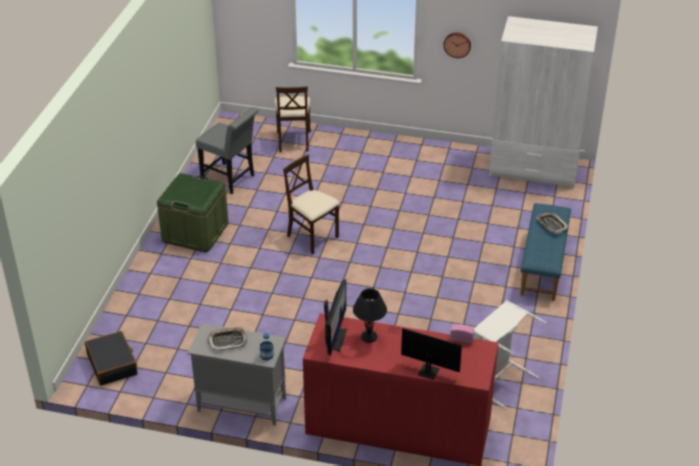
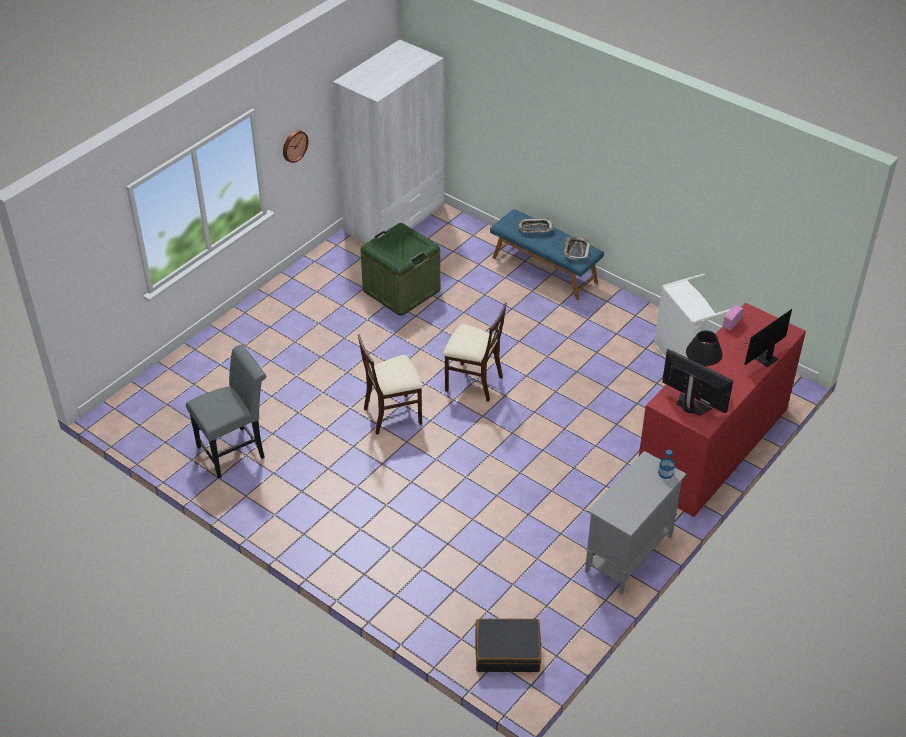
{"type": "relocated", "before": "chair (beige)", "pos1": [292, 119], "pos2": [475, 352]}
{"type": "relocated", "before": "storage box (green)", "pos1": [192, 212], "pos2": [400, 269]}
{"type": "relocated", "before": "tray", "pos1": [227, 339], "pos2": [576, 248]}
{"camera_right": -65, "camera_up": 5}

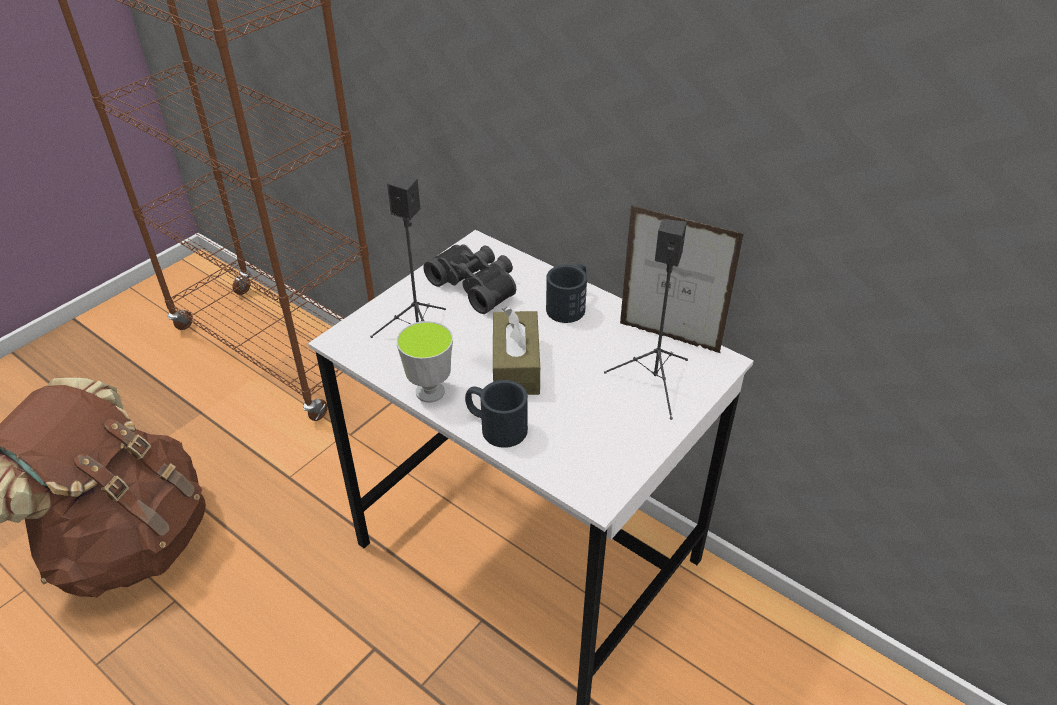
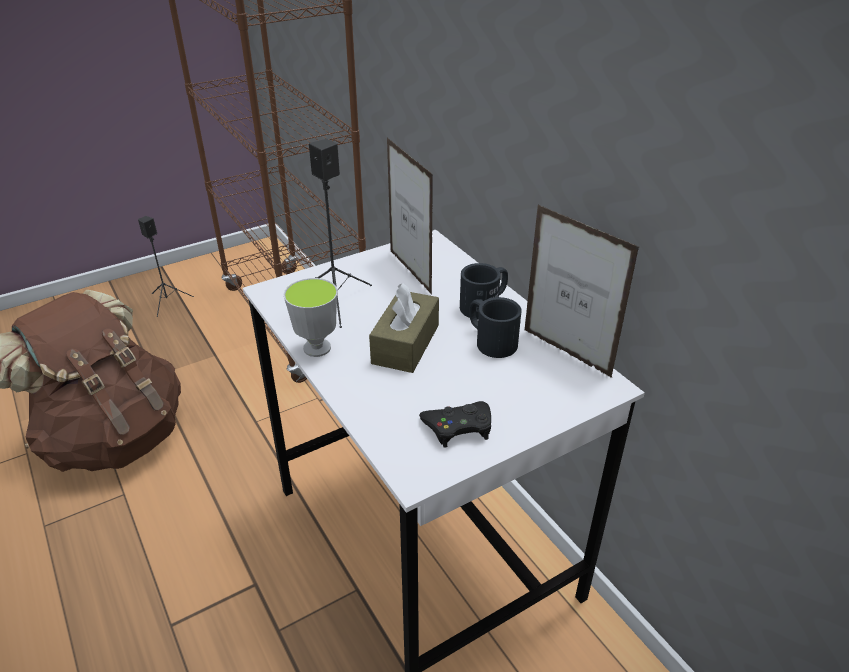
{"type": "relocated", "before": "speaker (black)", "pos1": [646, 319], "pos2": [166, 266]}
{"type": "exchanged", "before": "binoculars (black)", "after": "picture frame", "pos1": [469, 279], "pos2": [410, 216]}
{"type": "relocated", "before": "mug (black)", "pos1": [496, 414], "pos2": [495, 327]}
{"type": "appeared", "after": "game controller (black)", "pos2": [455, 424]}
{"camera_right": 20, "camera_up": -5}

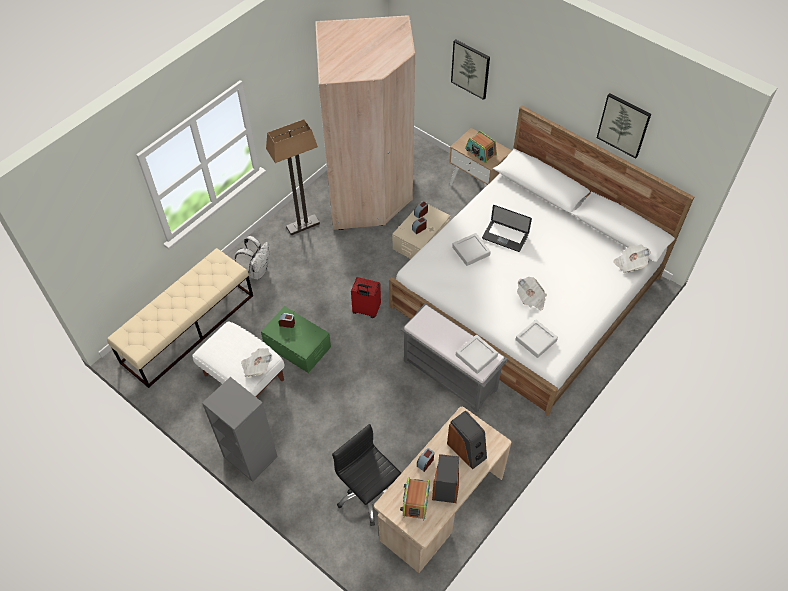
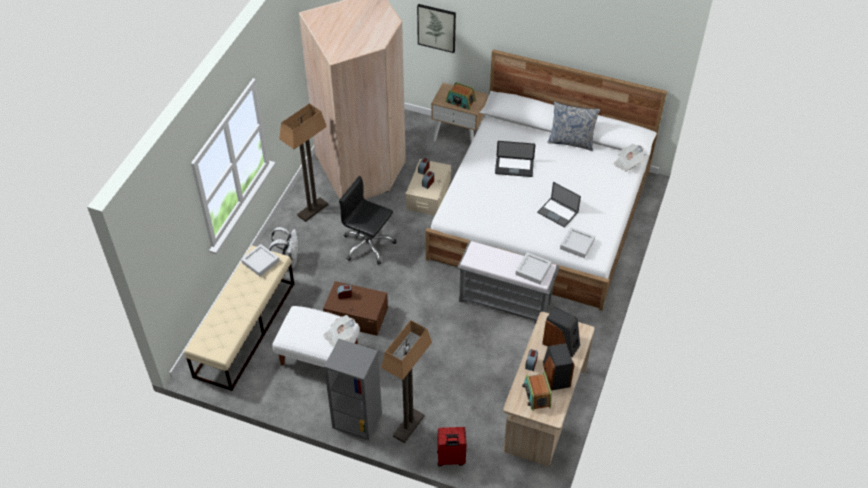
{"type": "missing", "before": "picture", "pos1": [624, 126]}
{"type": "relocated", "before": "tray (grey)", "pos1": [471, 249], "pos2": [260, 260]}
{"type": "relocated", "before": "suitcase (red)", "pos1": [366, 297], "pos2": [451, 447]}
{"type": "exchanged", "before": "newspaper", "after": "laptop", "pos1": [532, 293], "pos2": [559, 205]}
{"type": "colour", "before": "storage box (green)", "after": "storage box (brown)", "pos1": [296, 339], "pos2": [355, 308]}
{"type": "relocated", "before": "office chair (black)", "pos1": [366, 475], "pos2": [367, 220]}
{"type": "appeared", "after": "pillow", "pos2": [573, 126]}
{"type": "appeared", "after": "floor lamp", "pos2": [406, 381]}
{"camera_right": -20, "camera_up": -5}

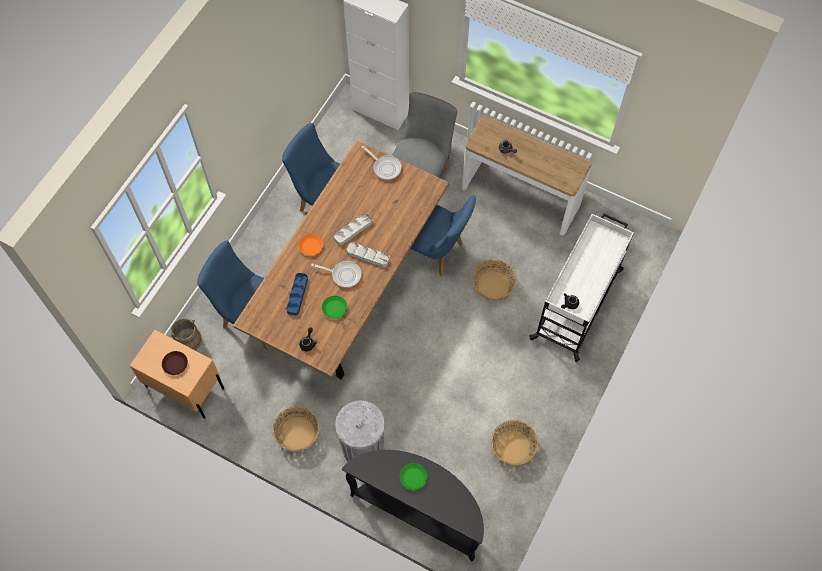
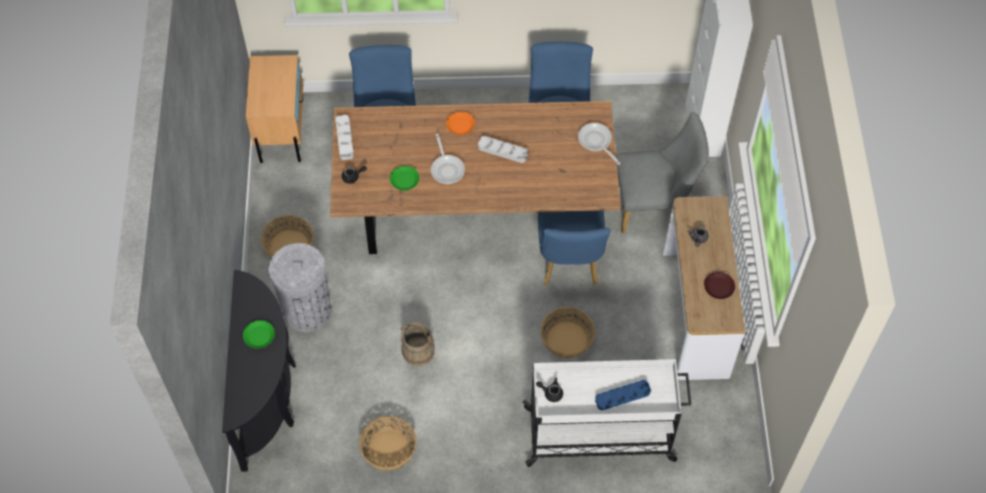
{"type": "spun", "before": "frying pan", "pos1": [381, 163], "pos2": [599, 144], "turn": 135}
{"type": "relocated", "before": "tray (grey)", "pos1": [368, 254], "pos2": [344, 137]}
{"type": "relocated", "before": "tray (blue)", "pos1": [297, 294], "pos2": [623, 395]}
{"type": "relocated", "before": "bucket (beige)", "pos1": [186, 334], "pos2": [417, 344]}
{"type": "relocated", "before": "plate (brown)", "pos1": [175, 363], "pos2": [719, 285]}
{"camera_right": 60, "camera_up": -5}

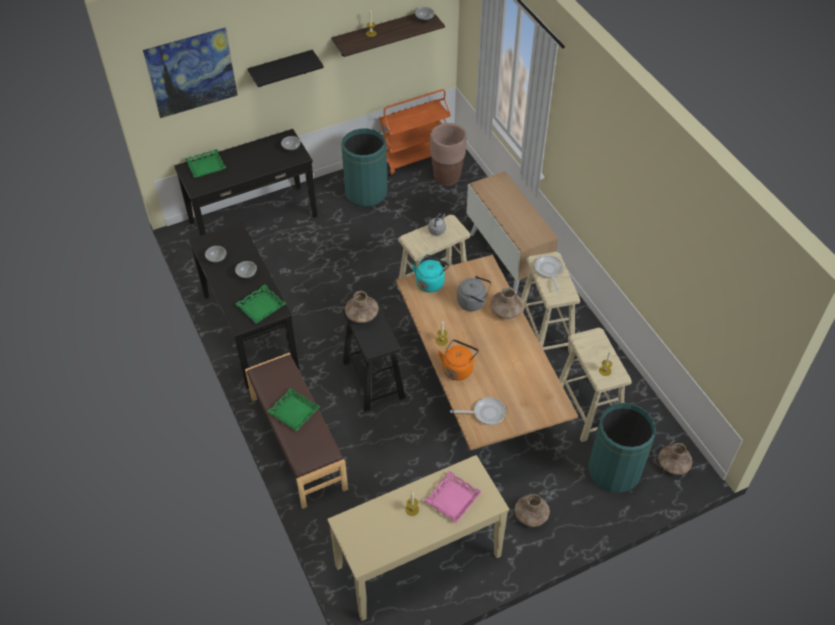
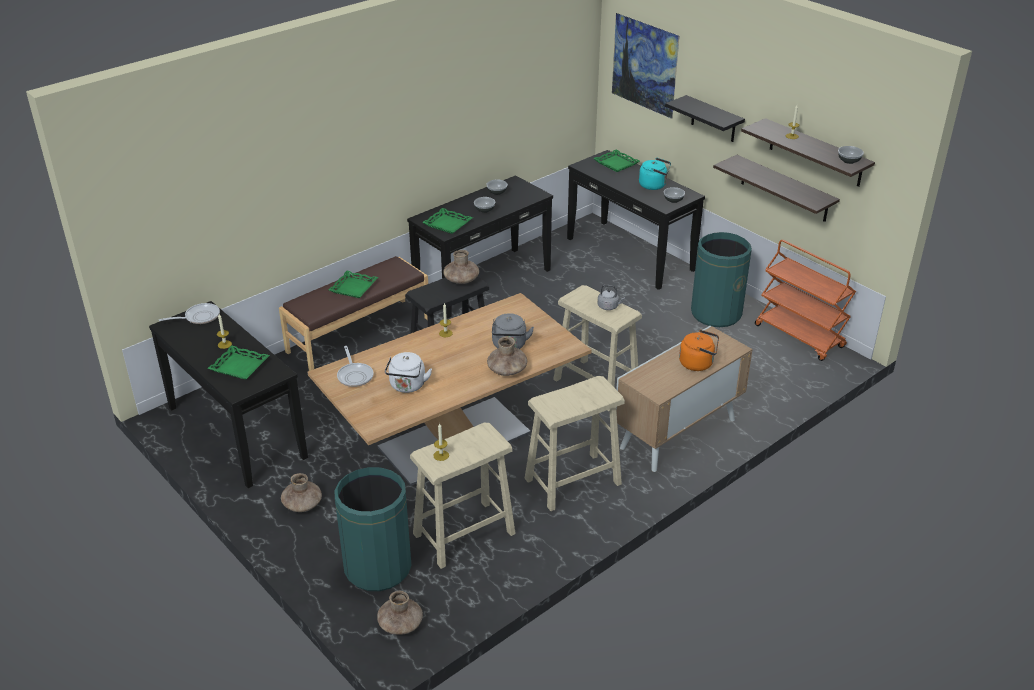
{"type": "missing", "before": "planter (brown)", "pos1": [448, 154]}
{"type": "relocated", "before": "kettle (turquoise)", "pos1": [430, 274], "pos2": [655, 174]}
{"type": "relocated", "before": "frying pan", "pos1": [548, 273], "pos2": [189, 313]}
{"type": "relocated", "before": "kettle (orange)", "pos1": [458, 360], "pos2": [699, 350]}
{"type": "colour", "before": "console table (beige)", "after": "console table (black)", "pos1": [418, 538], "pos2": [228, 394]}
{"type": "colour", "before": "tray (pink)", "after": "tray (green)", "pos1": [453, 497], "pos2": [238, 362]}
{"type": "appeared", "after": "shelf", "pos2": [776, 188]}
{"type": "appeared", "after": "kettle (white)", "pos2": [408, 372]}
{"camera_right": 75, "camera_up": -15}

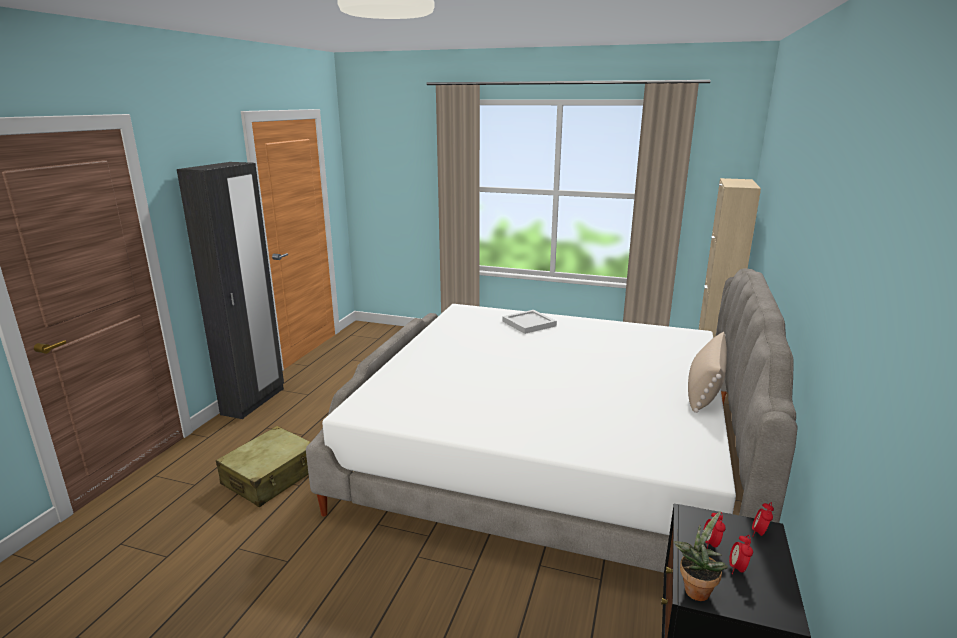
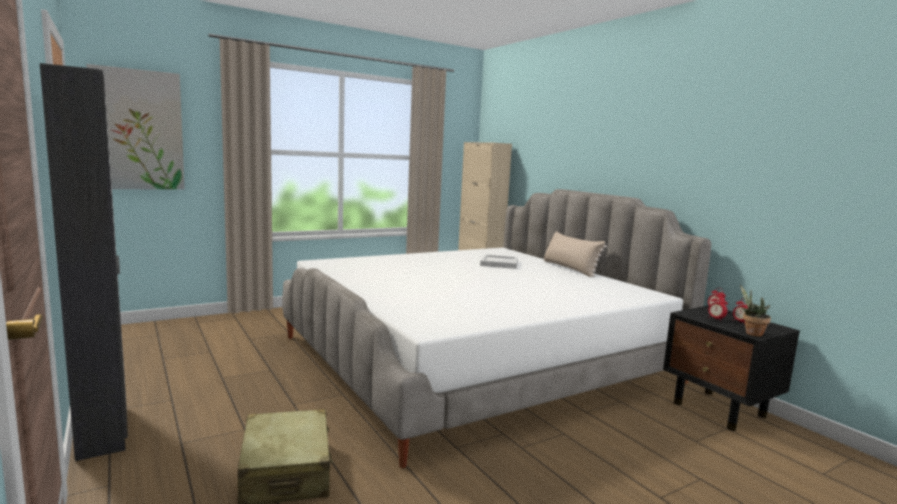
{"type": "relocated", "before": "tray (white)", "pos1": [529, 322], "pos2": [499, 261]}
{"type": "appeared", "after": "picture", "pos2": [136, 127]}
{"camera_right": -50, "camera_up": -10}

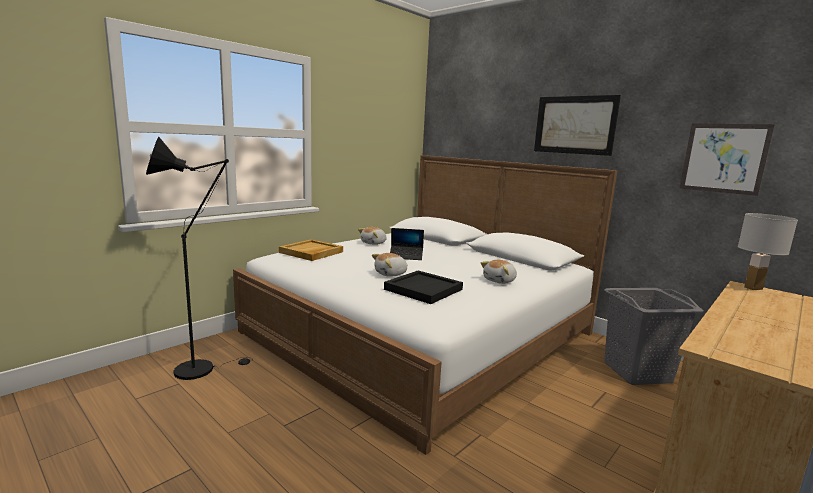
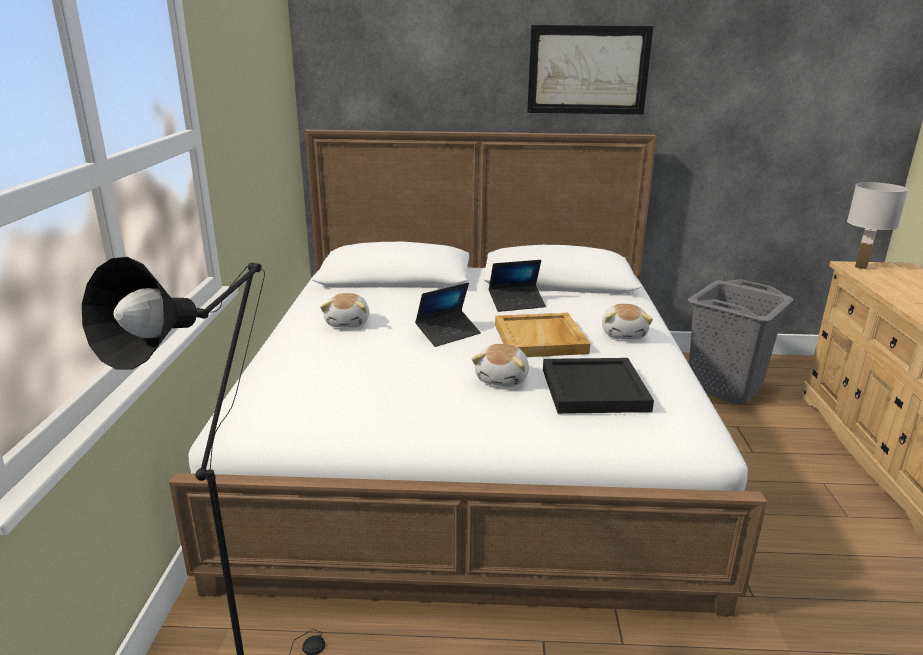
{"type": "missing", "before": "picture", "pos1": [727, 160]}
{"type": "relocated", "before": "tray (beige)", "pos1": [311, 250], "pos2": [542, 335]}
{"type": "appeared", "after": "laptop", "pos2": [517, 286]}
{"camera_right": -40, "camera_up": 10}

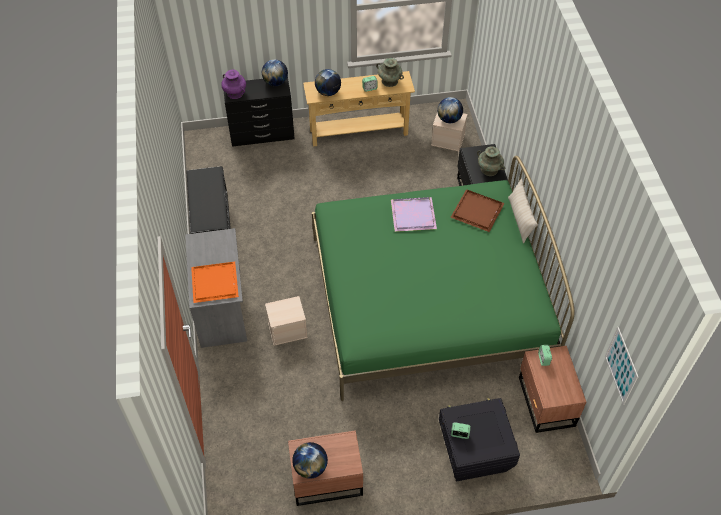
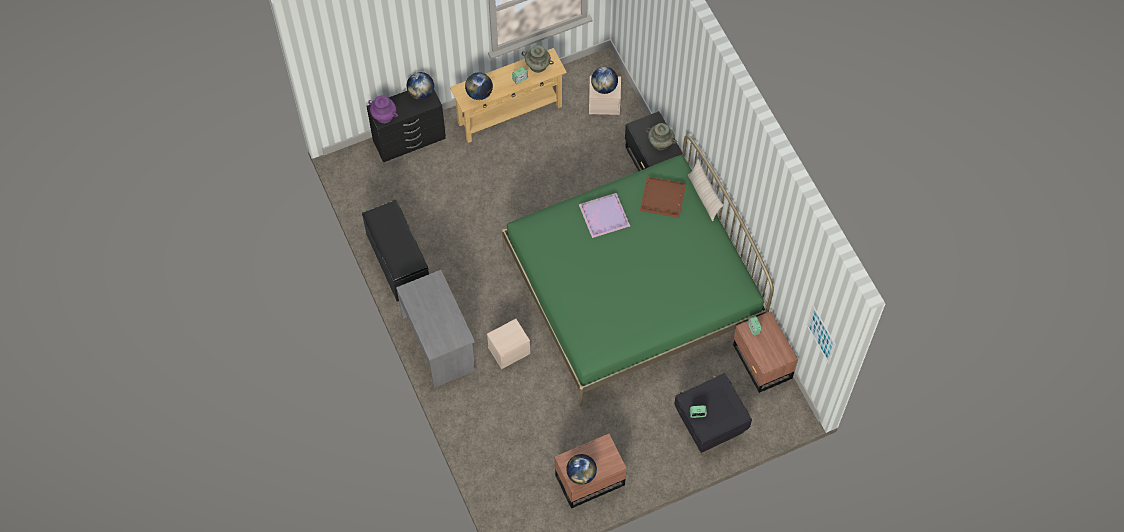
{"type": "missing", "before": "tray (orange)", "pos1": [215, 282]}
{"camera_right": -15, "camera_up": 10}

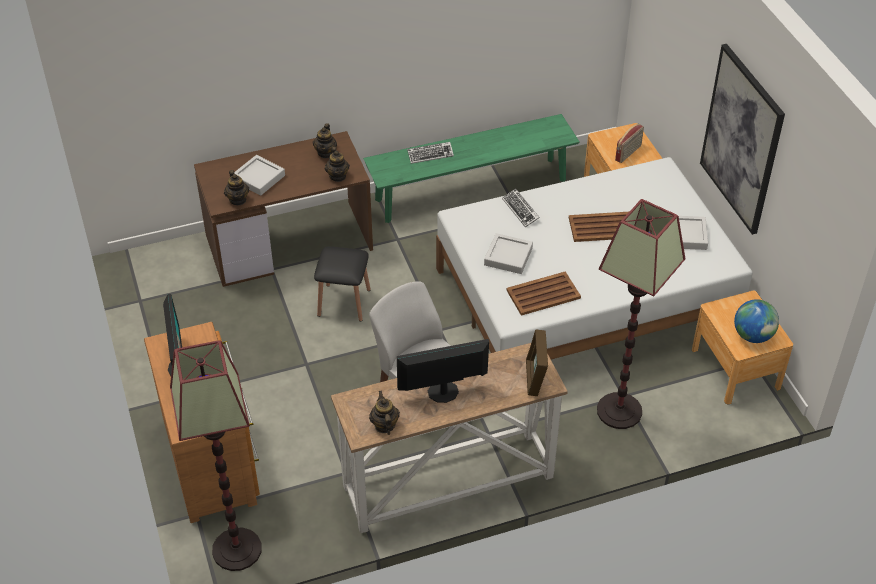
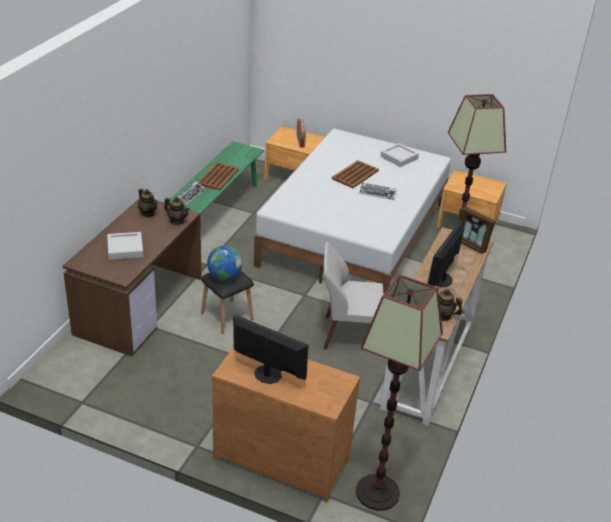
{"type": "missing", "before": "picture", "pos1": [742, 139]}
{"type": "missing", "before": "teapot", "pos1": [236, 187]}
{"type": "relocated", "before": "keyboard", "pos1": [521, 208], "pos2": [378, 191]}
{"type": "missing", "before": "tray (grey)", "pos1": [508, 253]}
{"type": "relocated", "before": "tray (brown)", "pos1": [543, 293], "pos2": [218, 176]}
{"type": "relocated", "before": "globe", "pos1": [756, 321], "pos2": [224, 263]}
{"camera_right": -50, "camera_up": -10}

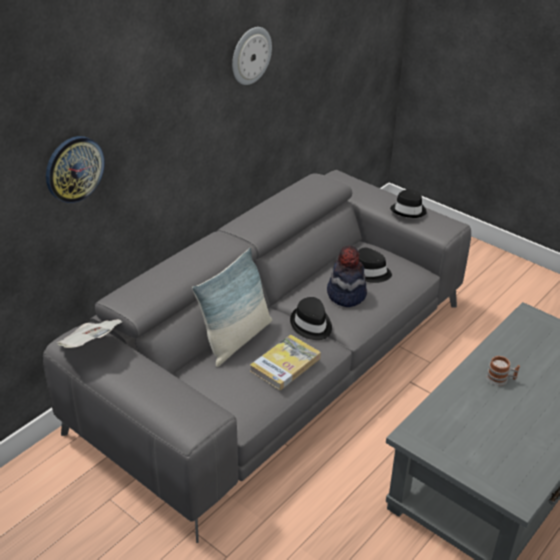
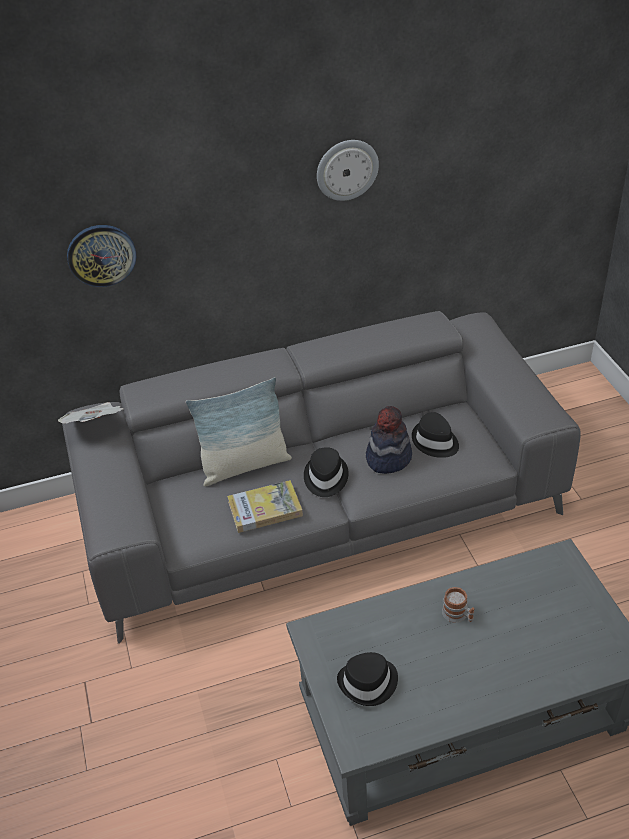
{"type": "relocated", "before": "hat (black)", "pos1": [408, 203], "pos2": [367, 679]}
{"camera_right": 35, "camera_up": 5}

